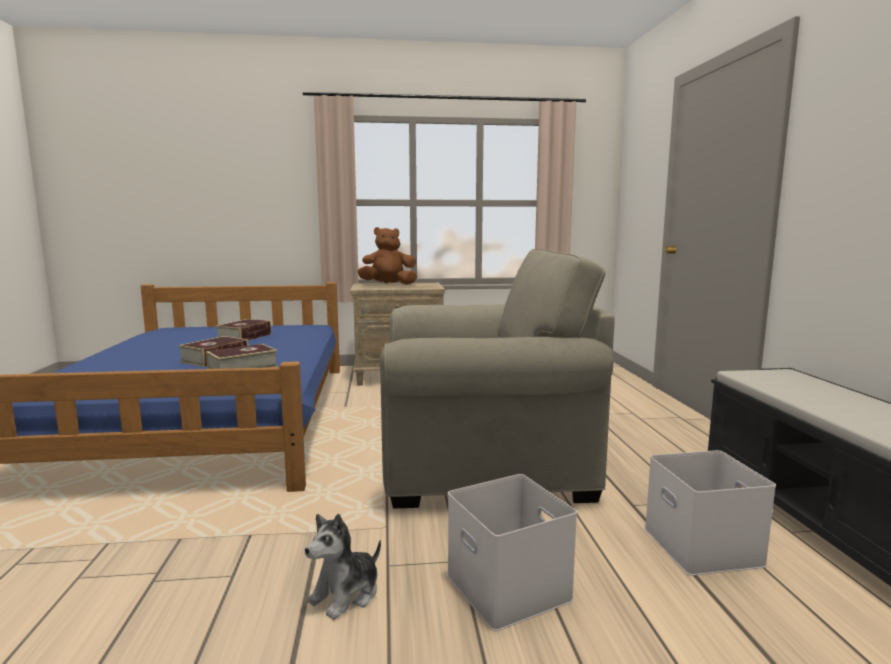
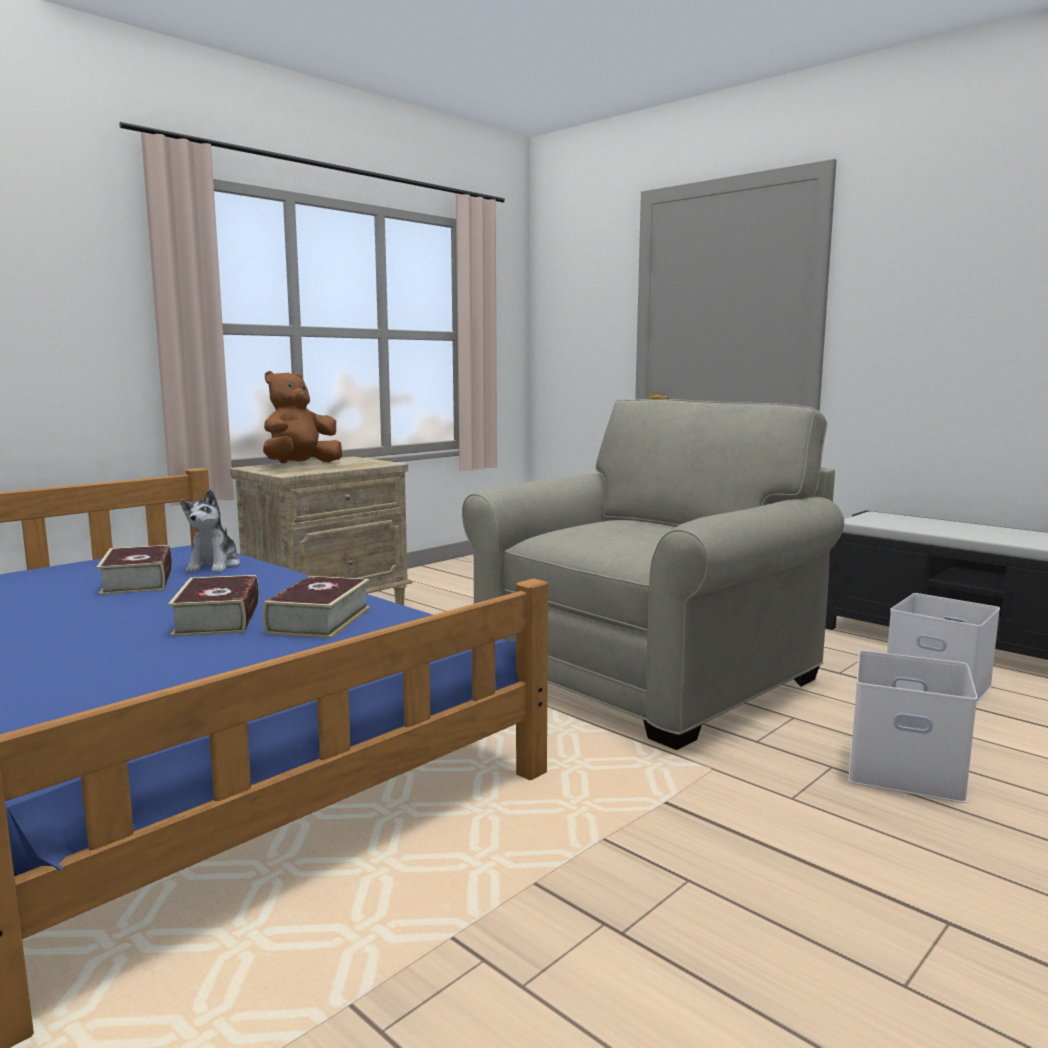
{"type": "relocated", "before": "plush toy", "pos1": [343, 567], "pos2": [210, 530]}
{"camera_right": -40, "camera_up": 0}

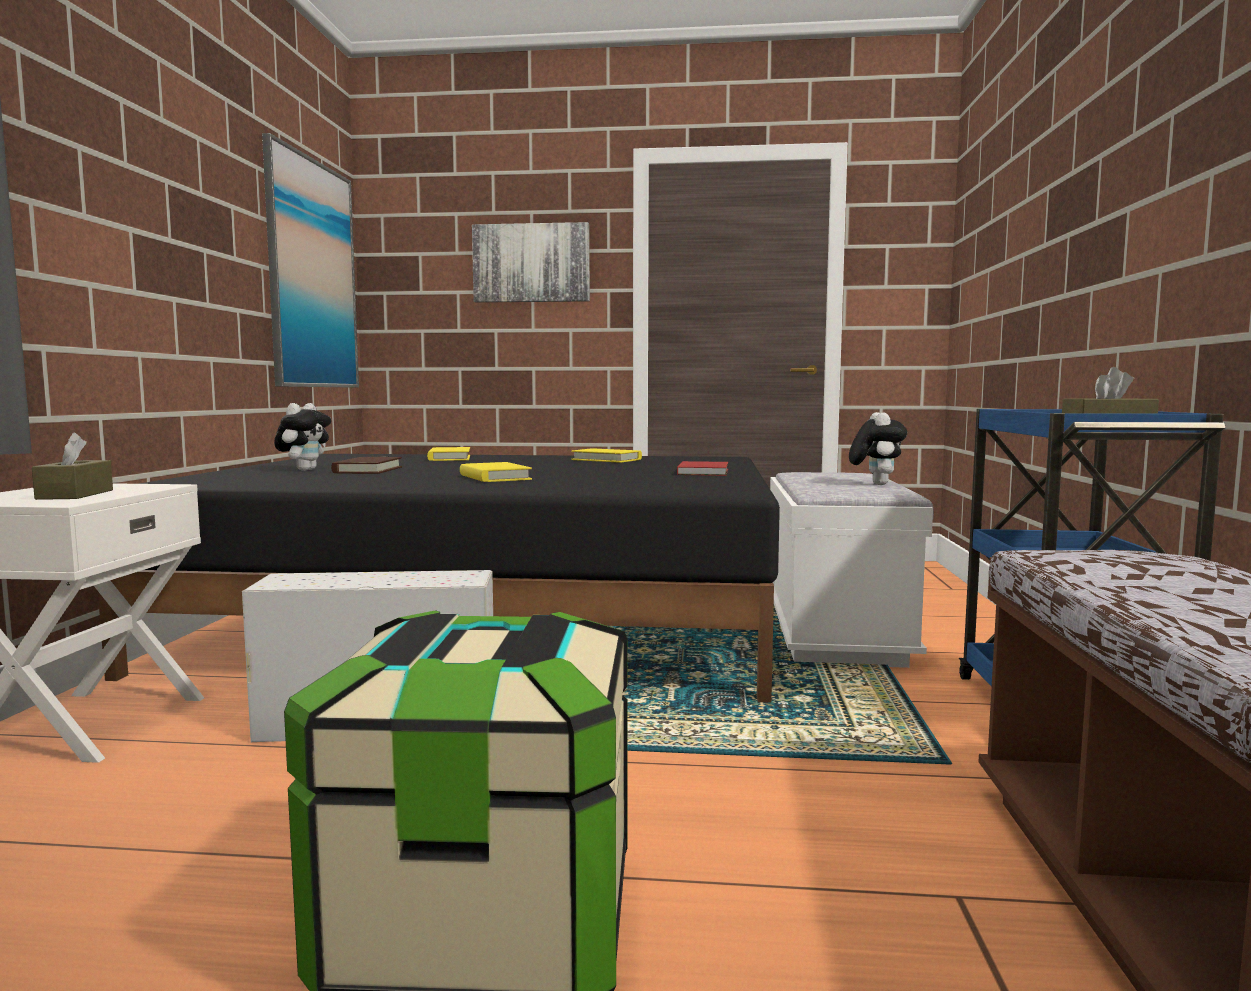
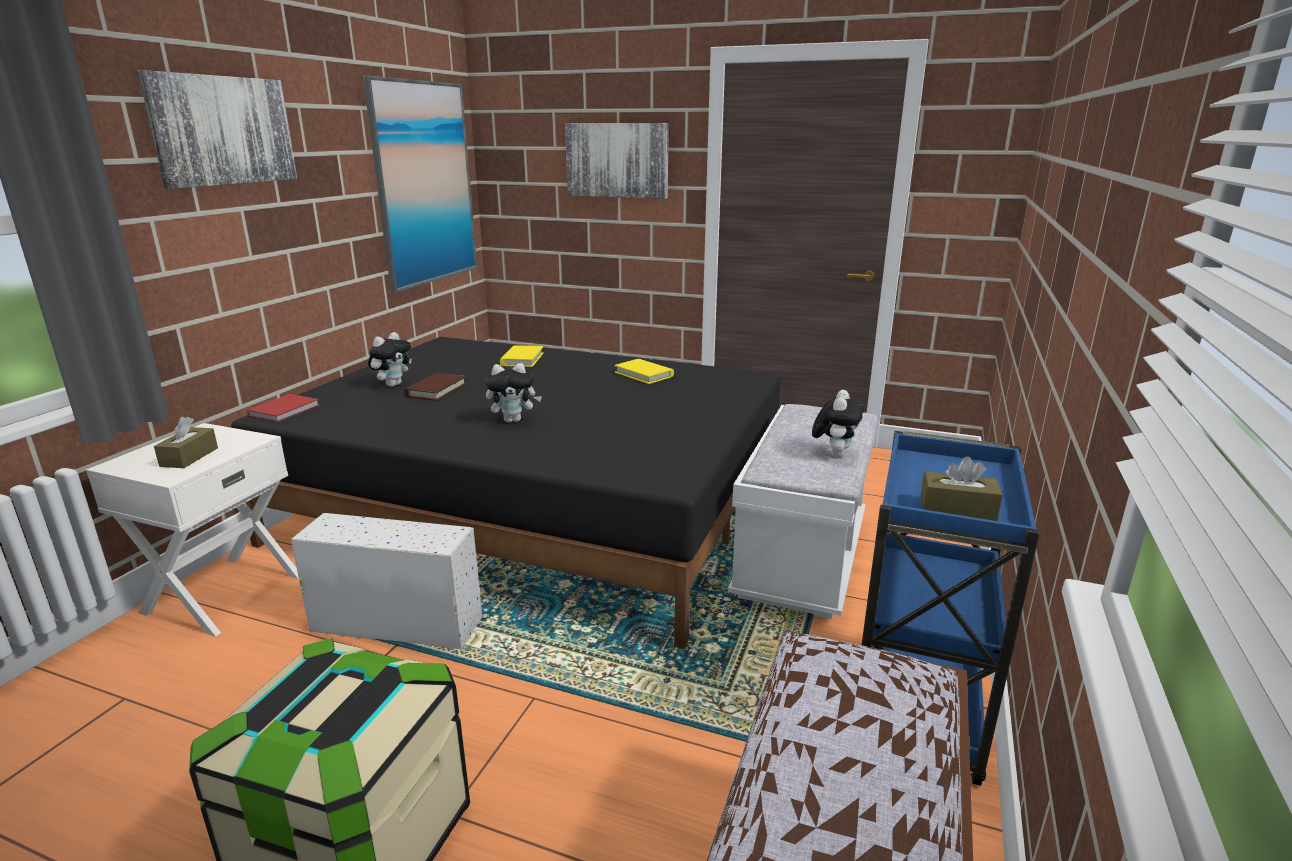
{"type": "relocated", "before": "book (red)", "pos1": [702, 468], "pos2": [283, 408]}
{"type": "exchanged", "before": "book (yellow)", "after": "plush toy", "pos1": [496, 472], "pos2": [513, 392]}
{"type": "appeared", "after": "picture", "pos2": [217, 129]}
{"camera_right": 15, "camera_up": 15}

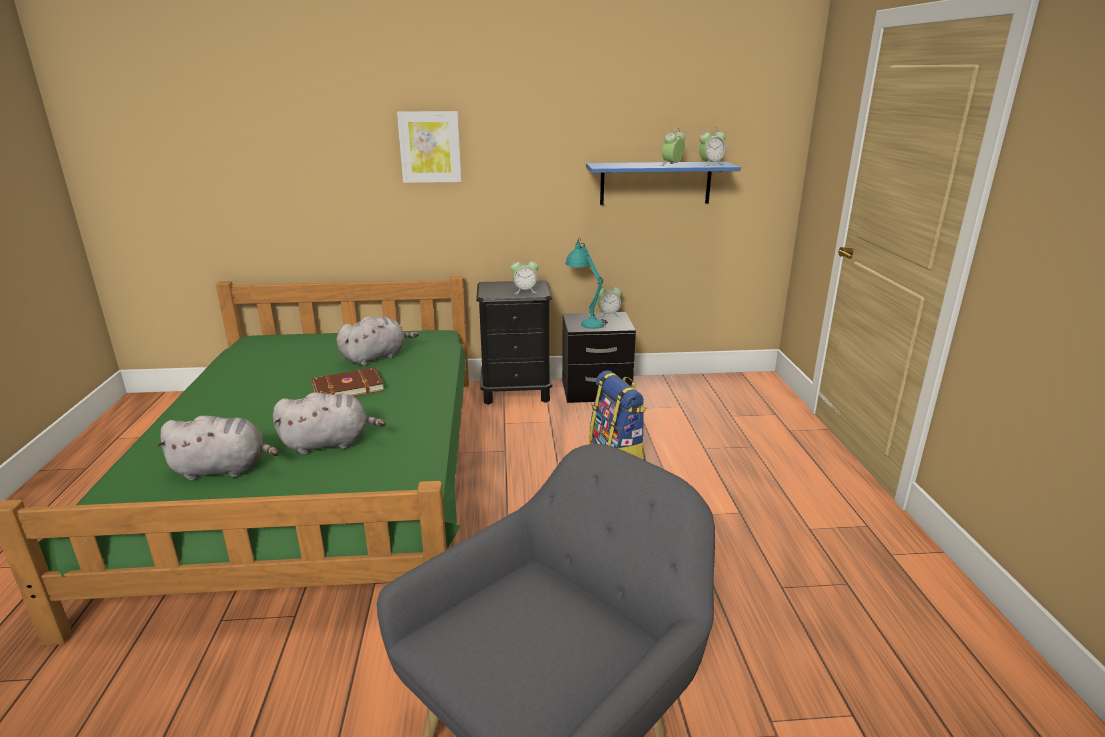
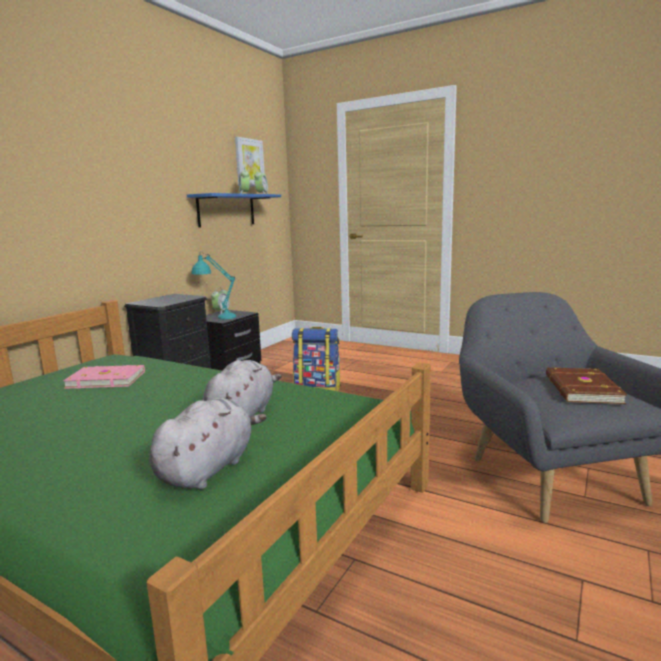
{"type": "relocated", "before": "picture", "pos1": [429, 147], "pos2": [250, 162]}
{"type": "missing", "before": "alarm clock", "pos1": [525, 275]}
{"type": "exchanged", "before": "plush toy (grey)", "after": "book (pink)", "pos1": [377, 341], "pos2": [104, 377]}
{"type": "relocated", "before": "book (brown)", "pos1": [347, 381], "pos2": [587, 386]}
{"camera_right": -55, "camera_up": -10}

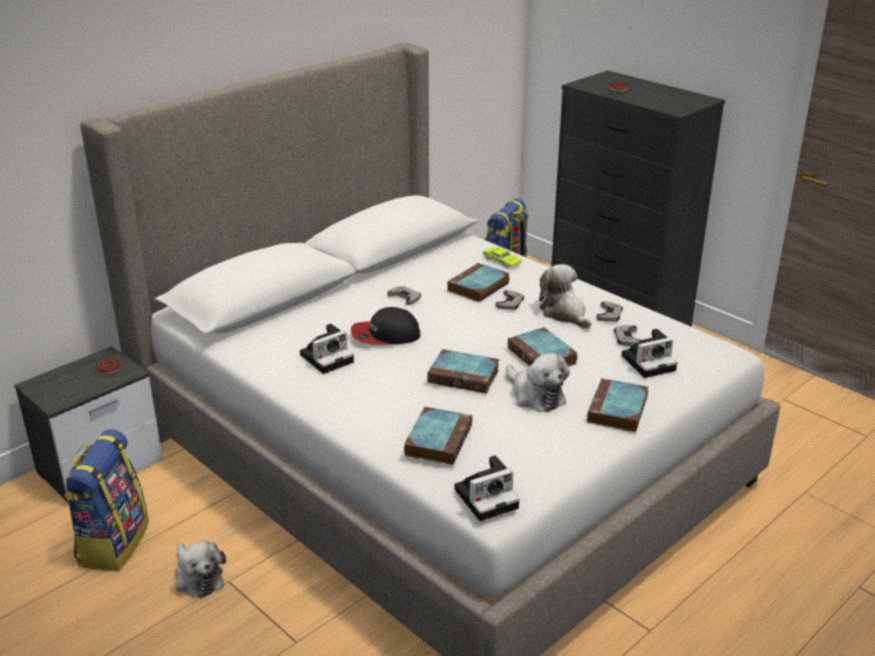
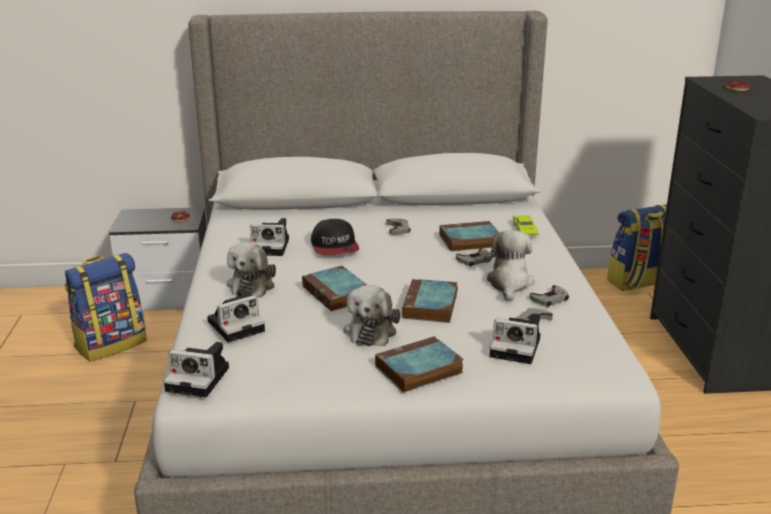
{"type": "spun", "before": "cap", "pos1": [386, 326], "pos2": [335, 237], "turn": -135}
{"type": "exchanged", "before": "book", "after": "photo camera", "pos1": [438, 436], "pos2": [236, 315]}
{"type": "relocated", "before": "plush toy", "pos1": [200, 569], "pos2": [251, 270]}
{"camera_right": 40, "camera_up": -5}

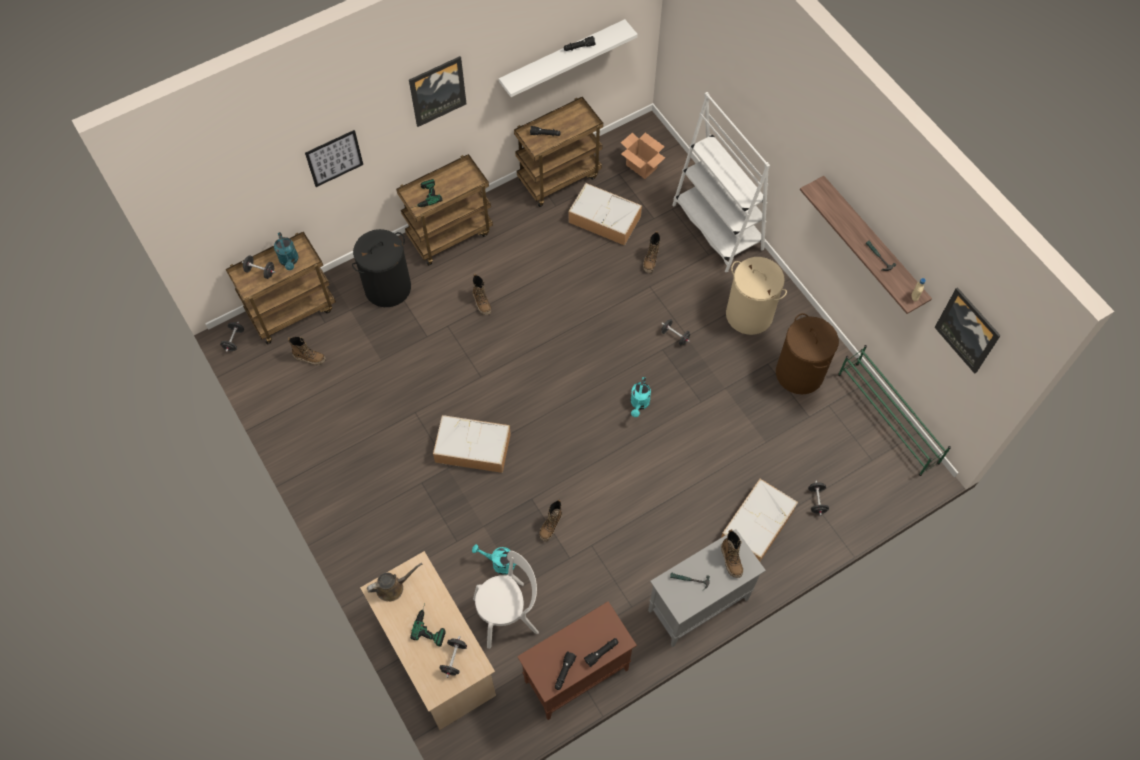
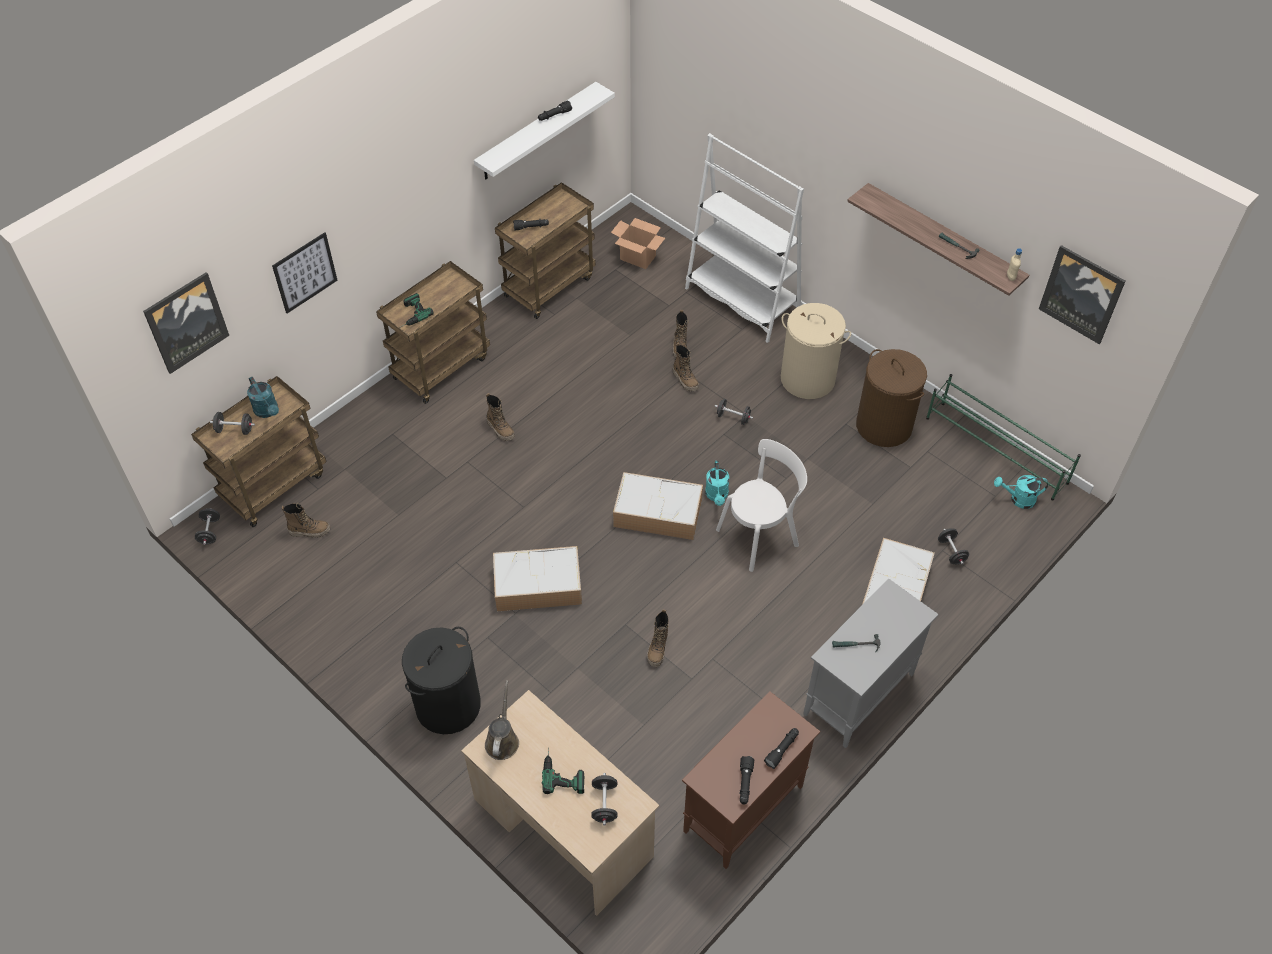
{"type": "relocated", "before": "picture", "pos1": [437, 91], "pos2": [186, 323]}
{"type": "relocated", "before": "storage box", "pos1": [605, 214], "pos2": [658, 506]}
{"type": "relocated", "before": "laundry basket (black)", "pos1": [381, 268], "pos2": [441, 680]}
{"type": "relocated", "before": "boot", "pos1": [732, 553], "pos2": [686, 367]}
{"type": "relocated", "before": "watering can (turquoise)", "pos1": [494, 559], "pos2": [1021, 492]}
{"type": "relocated", "before": "chair (white)", "pos1": [506, 600], "pos2": [761, 505]}
{"type": "spun", "before": "watering can (brown)", "pos1": [394, 582], "pos2": [502, 720], "turn": -45}
{"camera_right": -15, "camera_up": -10}

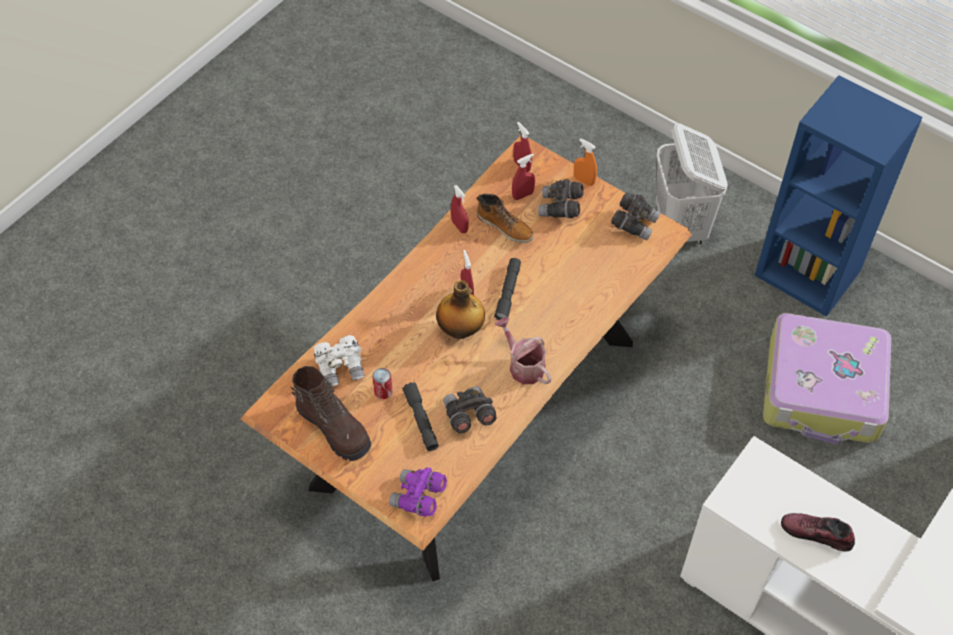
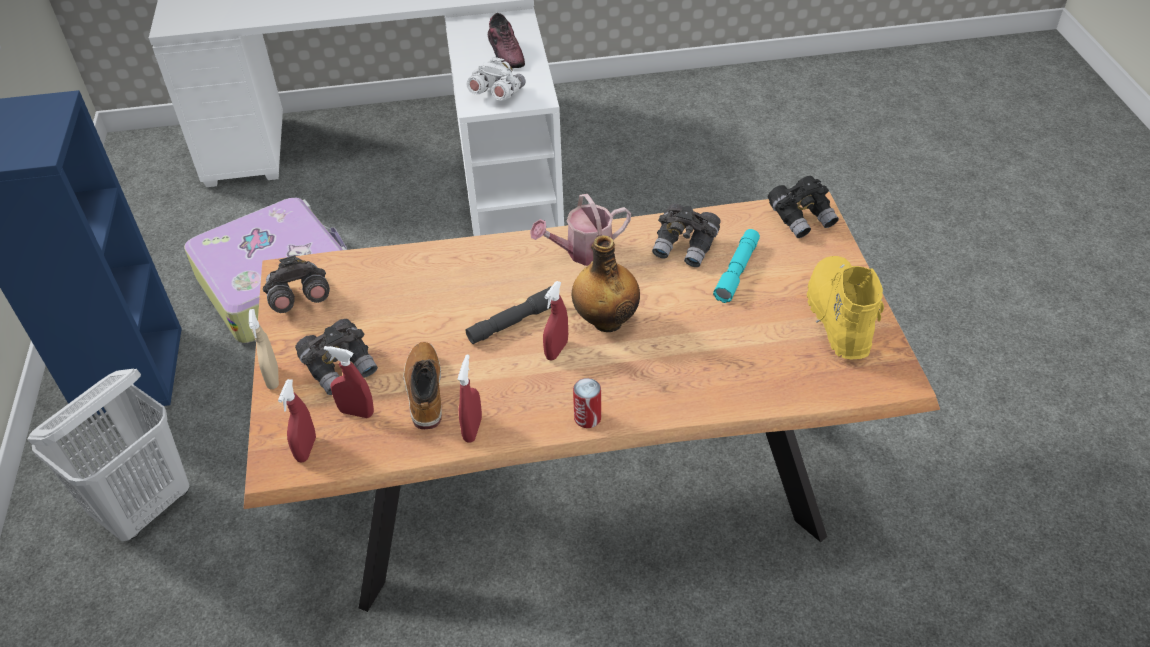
{"type": "colour", "before": "spray bottle (orange)", "after": "spray bottle (beige)", "pos1": [585, 162], "pos2": [264, 349]}
{"type": "spun", "before": "watering can", "pos1": [523, 350], "pos2": [580, 230], "turn": 60}
{"type": "relocated", "before": "binoculars (white)", "pos1": [339, 361], "pos2": [496, 78]}
{"type": "colour", "before": "boot (brown)", "after": "boot (yellow)", "pos1": [331, 413], "pos2": [845, 307]}
{"type": "relocated", "before": "can", "pos1": [382, 383], "pos2": [587, 403]}
{"type": "colour", "before": "flashlight (grey)", "after": "flashlight (turquoise)", "pos1": [420, 416], "pos2": [736, 266]}
{"type": "colour", "before": "binoculars (purple)", "after": "binoculars (black)", "pos1": [418, 492], "pos2": [803, 207]}
{"camera_right": -135, "camera_up": -10}

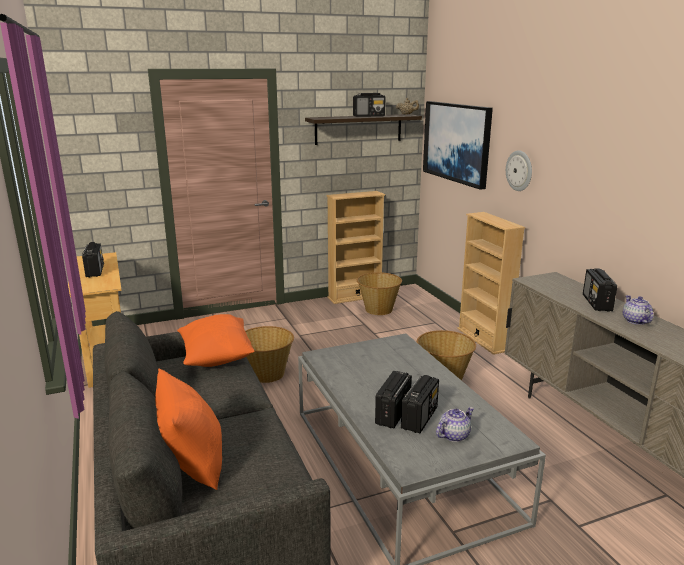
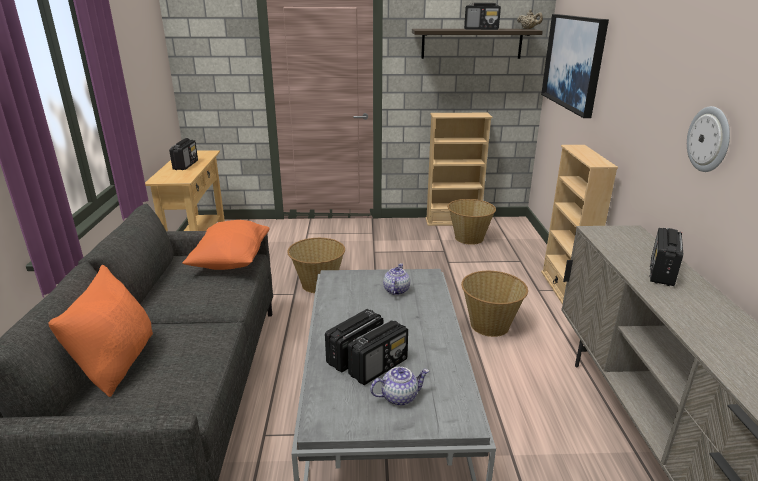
{"type": "relocated", "before": "wall clock", "pos1": [519, 170], "pos2": [708, 139]}
{"type": "relocated", "before": "teapot", "pos1": [638, 310], "pos2": [396, 279]}
{"camera_right": 20, "camera_up": 5}

